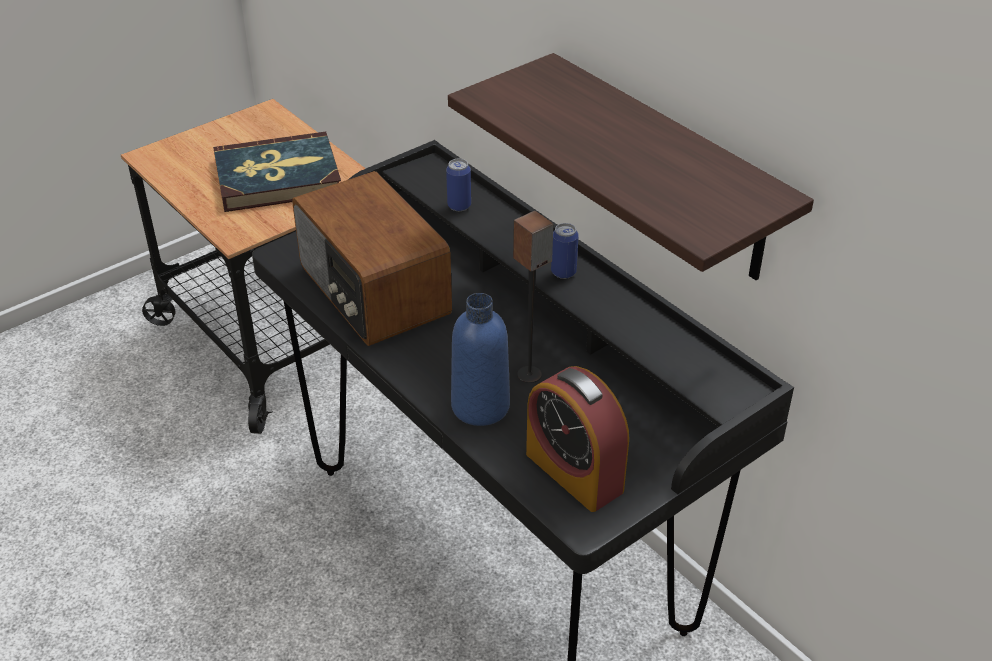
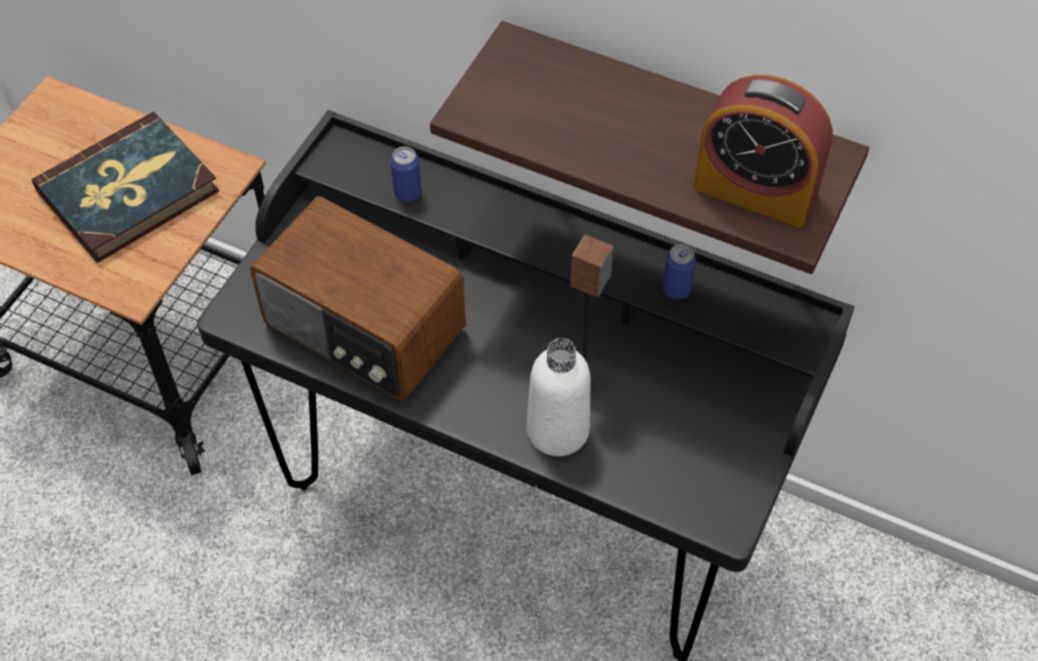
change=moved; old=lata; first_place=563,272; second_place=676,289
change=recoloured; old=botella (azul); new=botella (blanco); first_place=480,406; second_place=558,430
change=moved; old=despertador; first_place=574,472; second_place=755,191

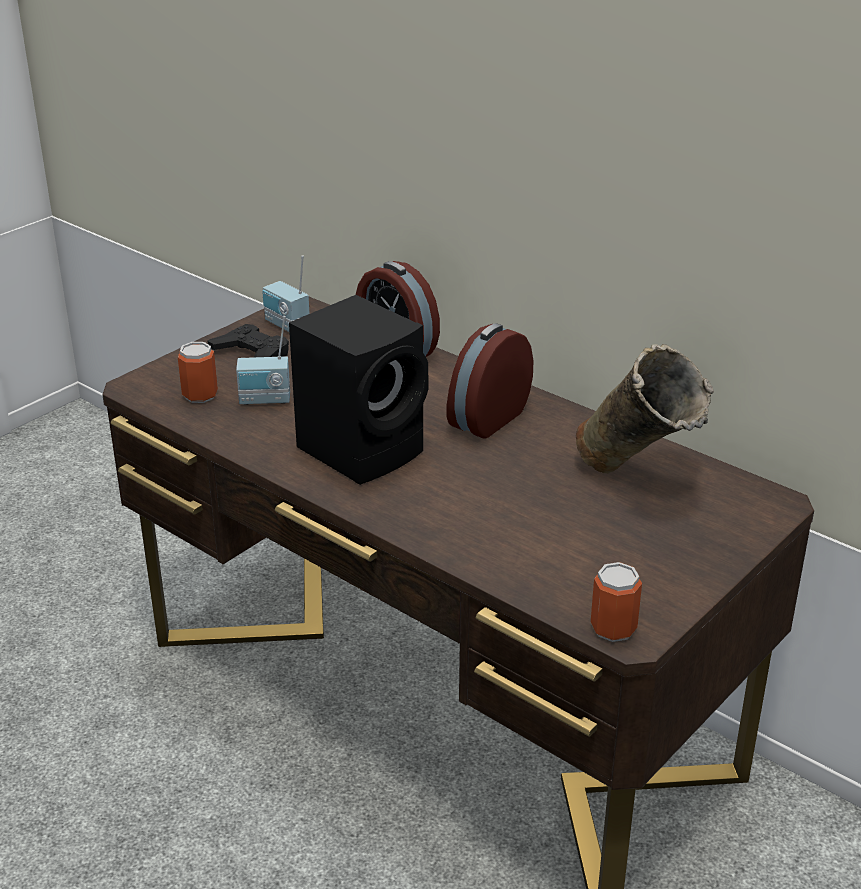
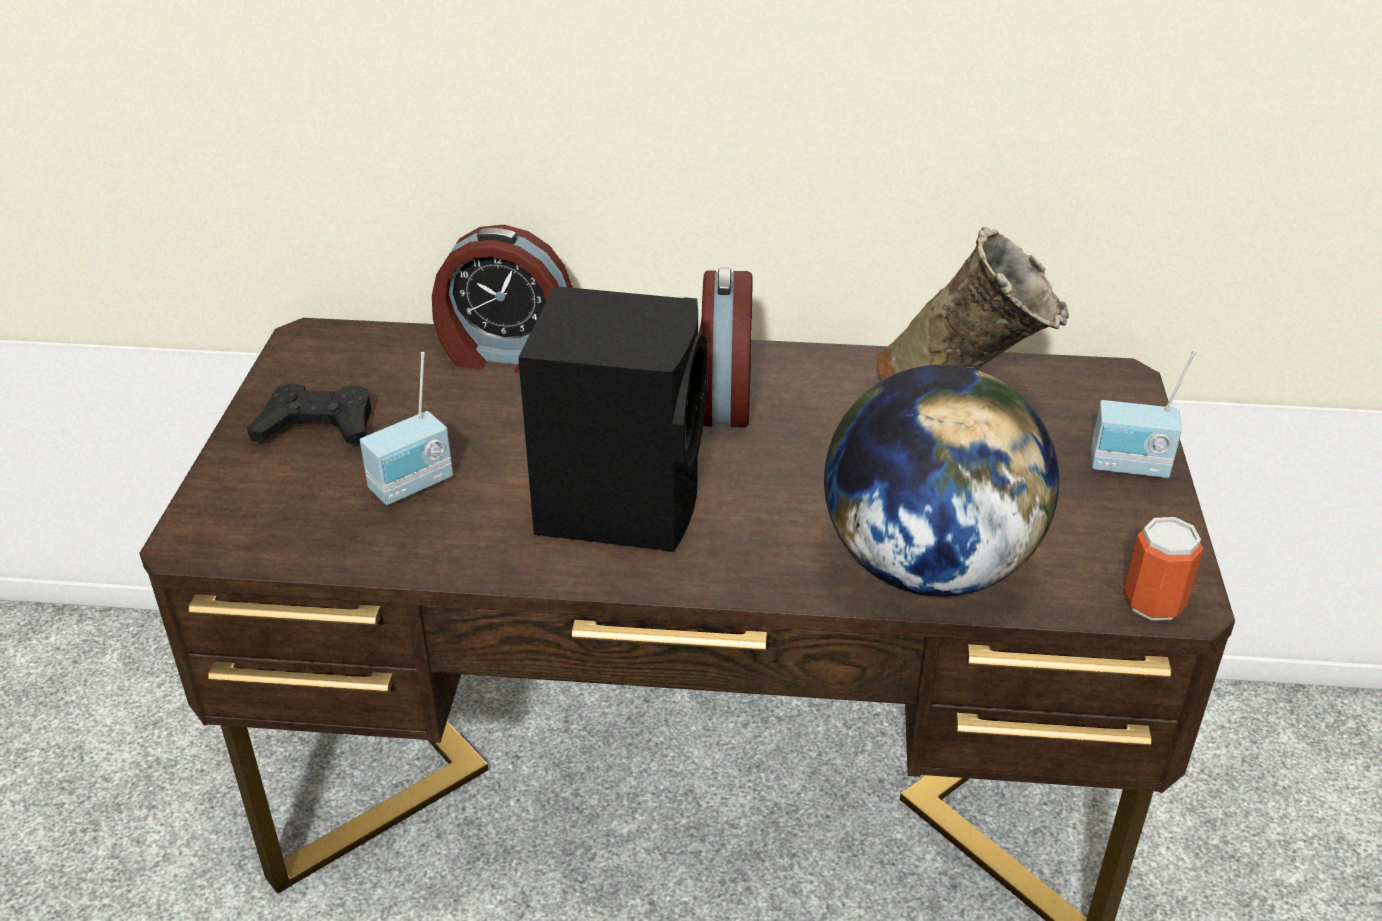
change=moved; old=radio; first_place=286,326; second_place=1129,468
change=removed; old=lata; first_place=200,395
change=added; new=globo terráqueo; second_place=927,566

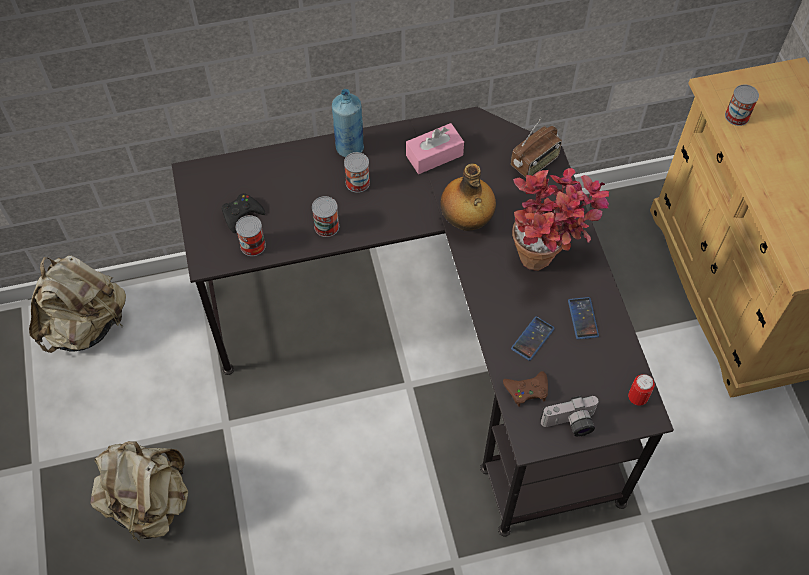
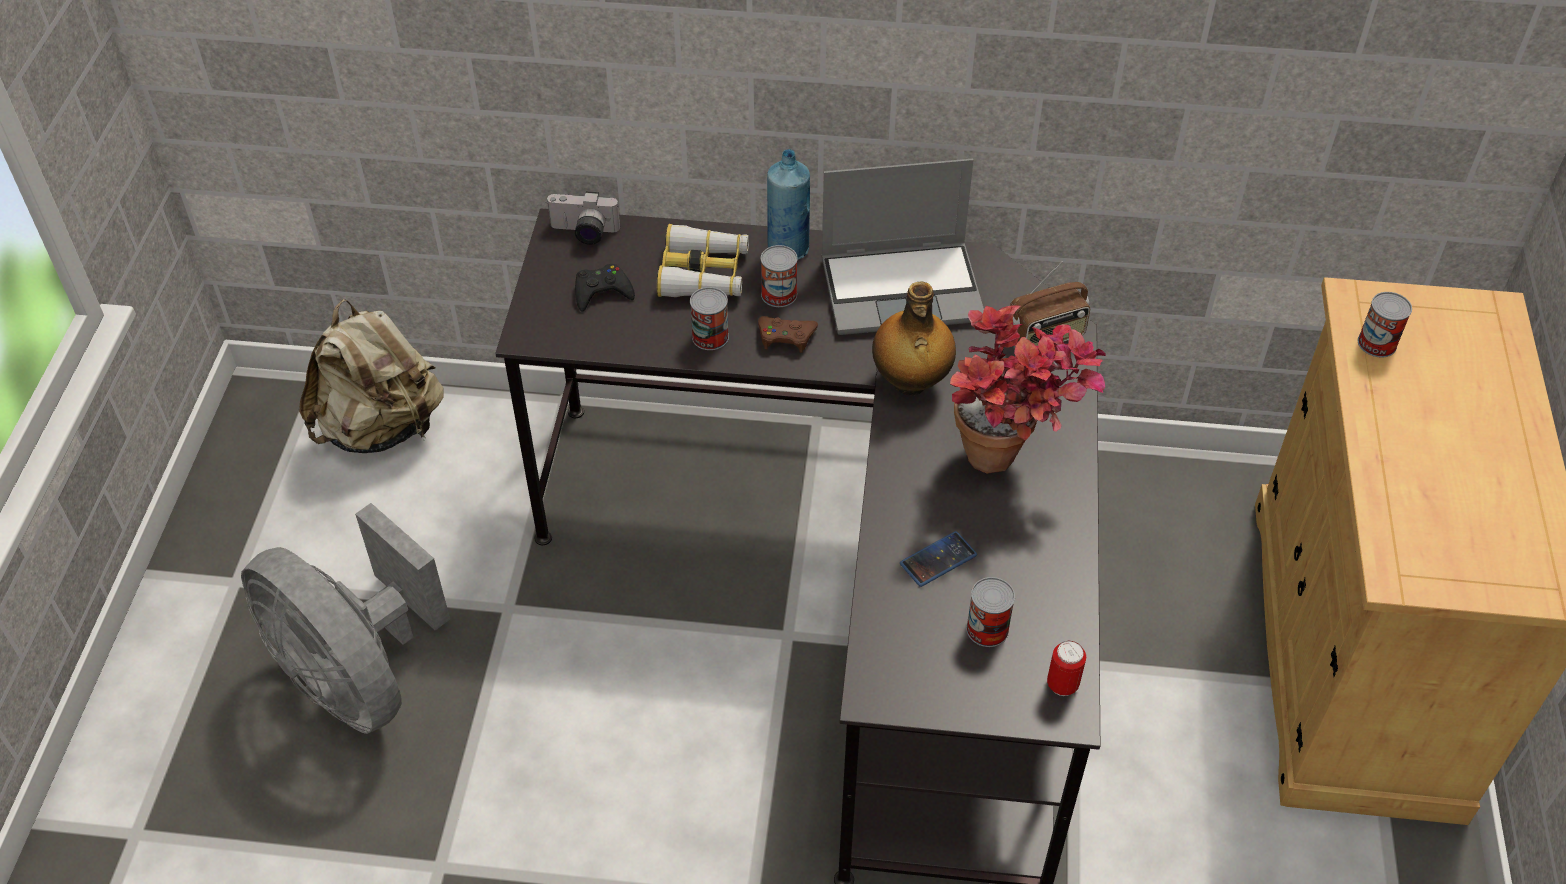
change=replaced; old=caja de pañuelos (rosa); new=portátil; first_place=434,155; second_place=903,289
change=moved; old=lata; first_place=253,245; second_place=987,629
change=removed; old=móvil; first_place=583,318
change=moved; old=mando de consola (marrón); first_place=527,390; second_place=786,337
change=moved; old=cámara; first_place=570,424; second_place=583,233
change=replaced; old=mochila (beis); new=ventilador (gris); first_place=149,502; second_place=359,676
change=added; new=prismáticos; second_place=704,273

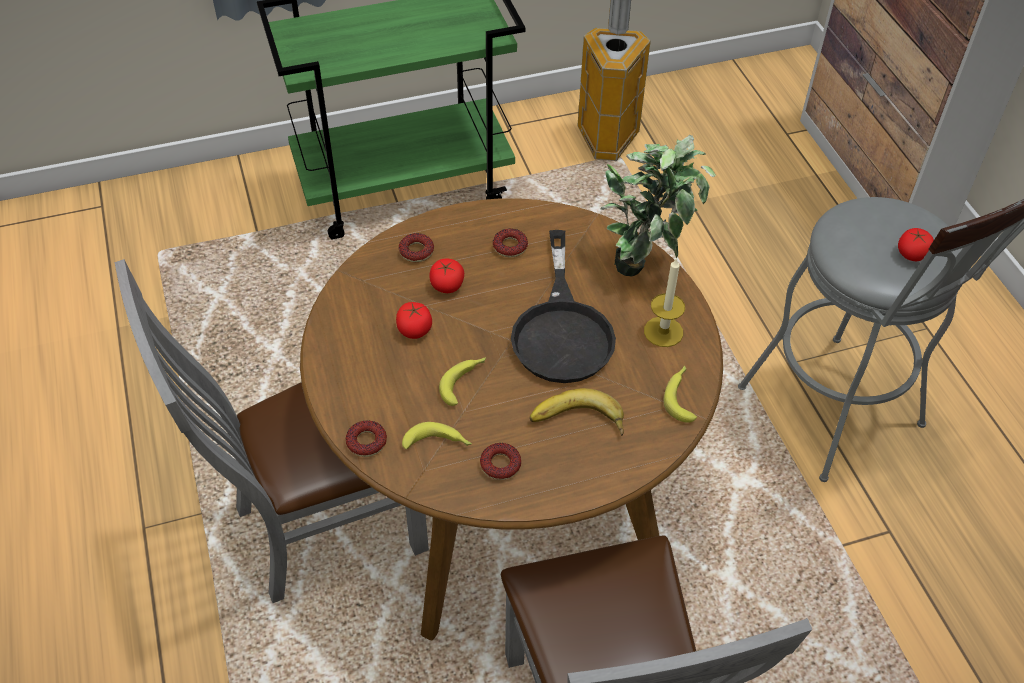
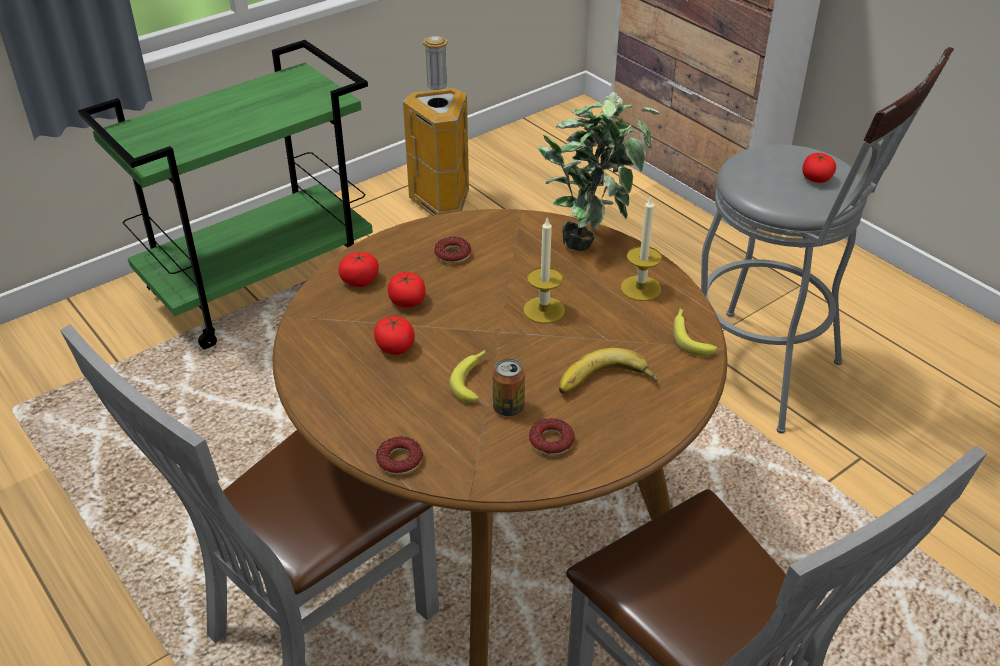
change=replaced; old=sartén (negro); new=vela; first_place=562,329; second_place=544,310
change=replaced; old=rosquilla; new=tomate; first_place=416,251; second_place=360,280
change=removed; old=plátano; first_place=438,443
change=added; new=lata; second_place=508,408

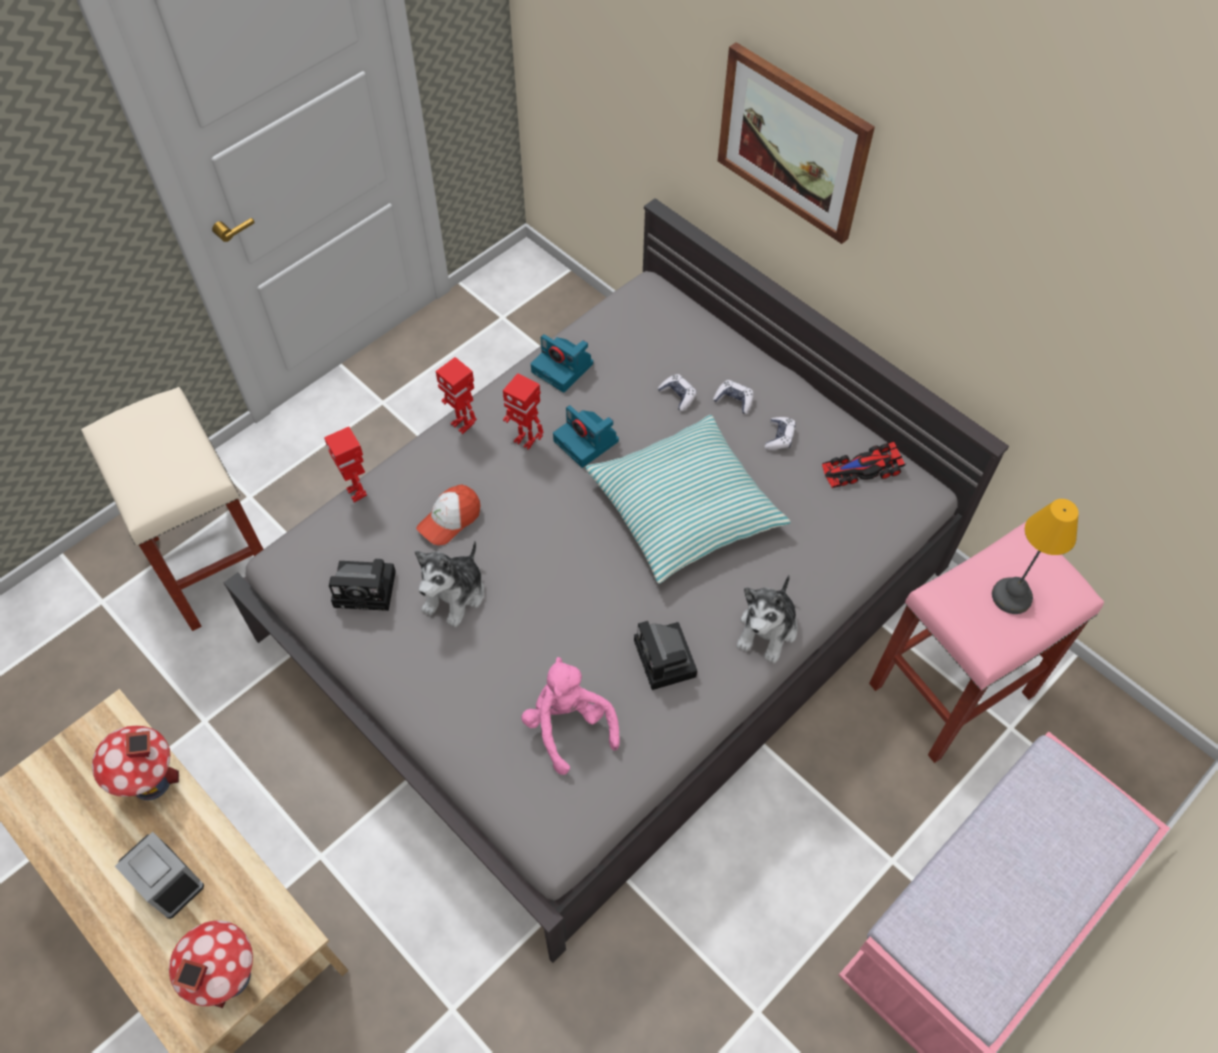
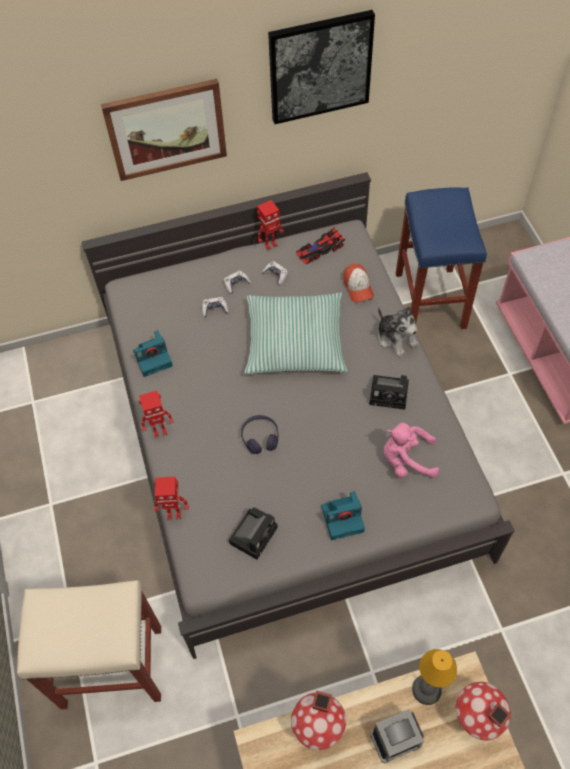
change=moved; old=robot de juguete; first_place=525,440; second_place=270,245
change=moved; old=cámara; first_place=587,441; second_place=343,518
change=turned; old=coche de juguete; first_place=861,469; second_place=320,249; degrees=45
change=moved; old=gorra; first_place=450,520; second_place=358,287
change=moved; old=lámpara de mesa; first_place=1012,595; second_place=426,689
change=recoloured; old=taburete (rosa); new=taburete (azul); first_place=952,688; second_place=429,299
change=removed; old=peluche; first_place=455,595
change=added; new=cuadro; second_place=320,67
change=added; new=auriculares (morado); second_place=260,437

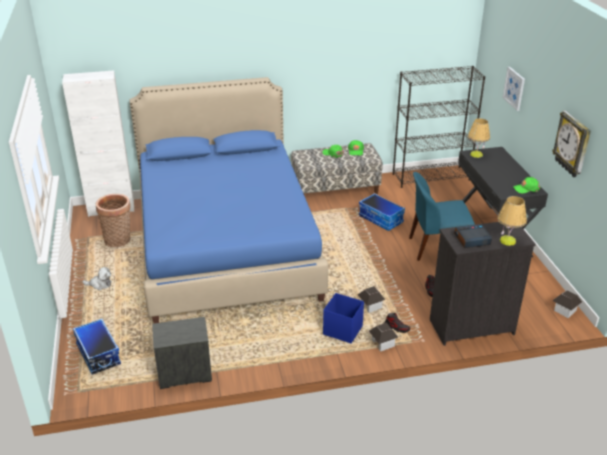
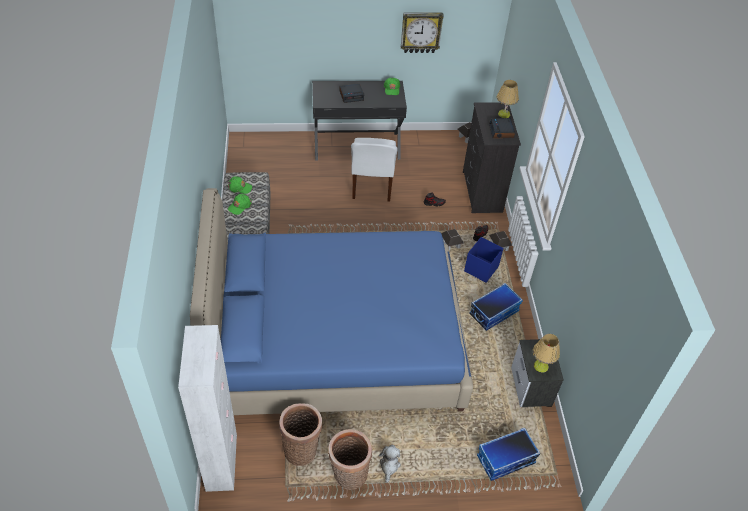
change=removed; old=estantería (negro); first_place=431,177
change=removed; old=cuadro; first_place=514,88
change=moved; old=lámpara de mesa; first_place=476,154; second_place=541,366
change=recoloured; old=silla (azul); new=silla (blanco); first_place=436,247; second_place=372,185
change=moved; old=caja de almacenaje; first_place=381,219; second_place=493,312
change=added; new=despertador; second_place=351,95
change=added; new=cesta; second_place=349,476

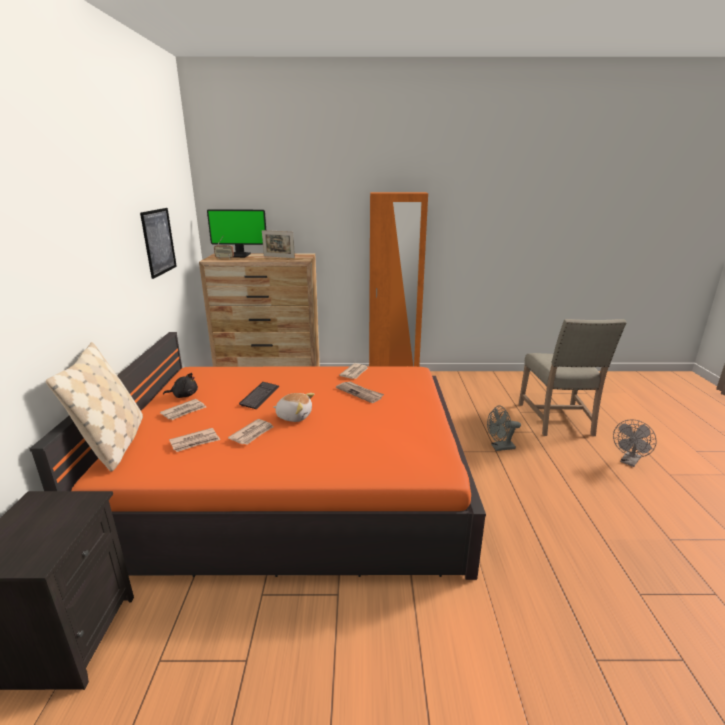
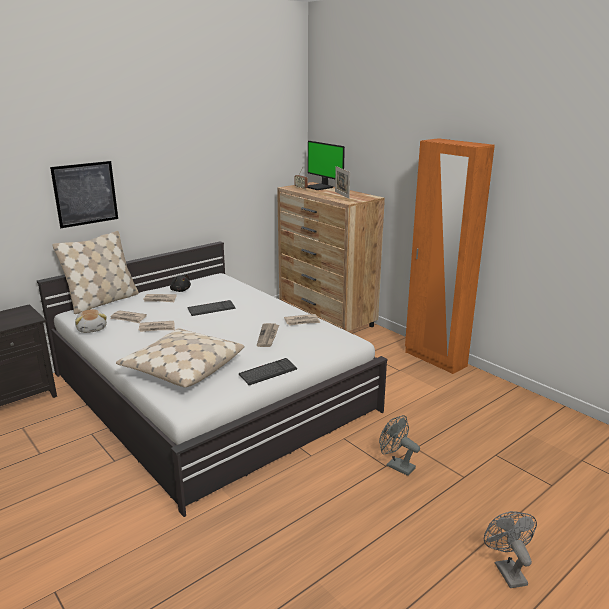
change=moved; old=cuadro; first_place=159,242; second_place=85,194
change=removed; old=silla (beis); first_place=558,420
change=recoloured; old=cama (naranja); new=cama (blanco); first_place=294,482; second_place=209,391
change=moved; old=peluche; first_place=294,416; second_place=92,329
change=turned; old=ventilador (gris); first_place=629,462; second_place=507,570; degrees=75
change=added; new=cojín (beis); second_place=182,368
change=added; new=teclado; second_place=268,373

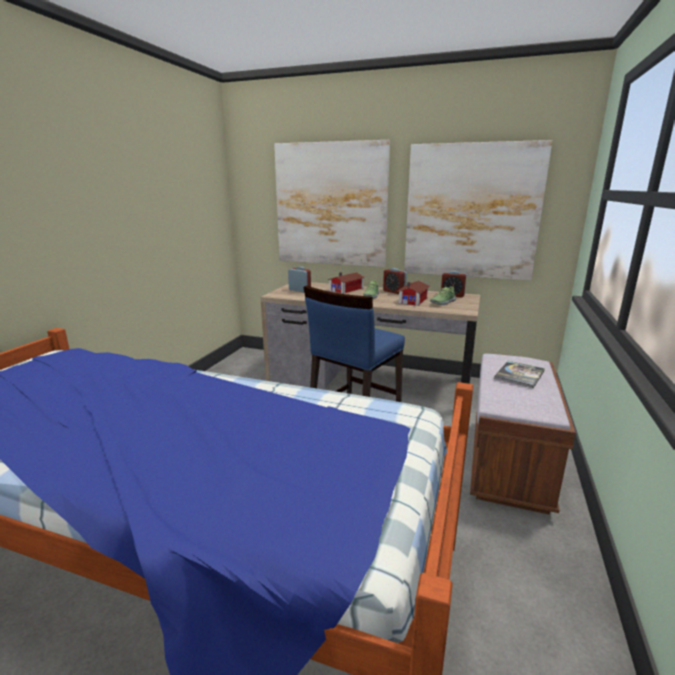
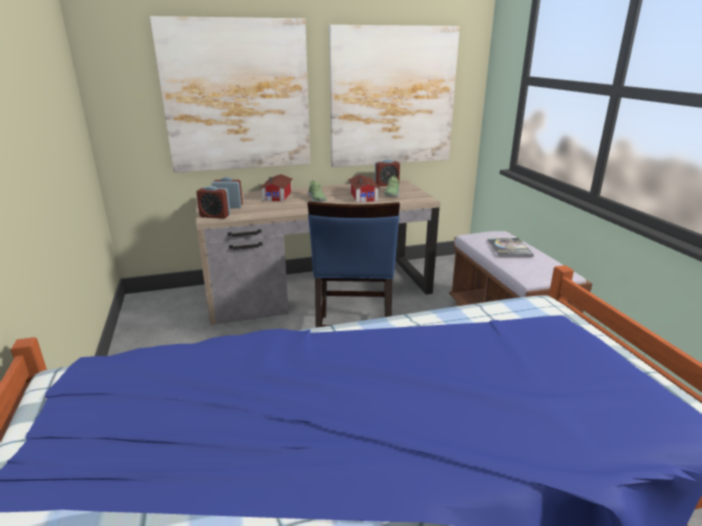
change=moved; old=despertador; first_place=394,292; second_place=215,216

